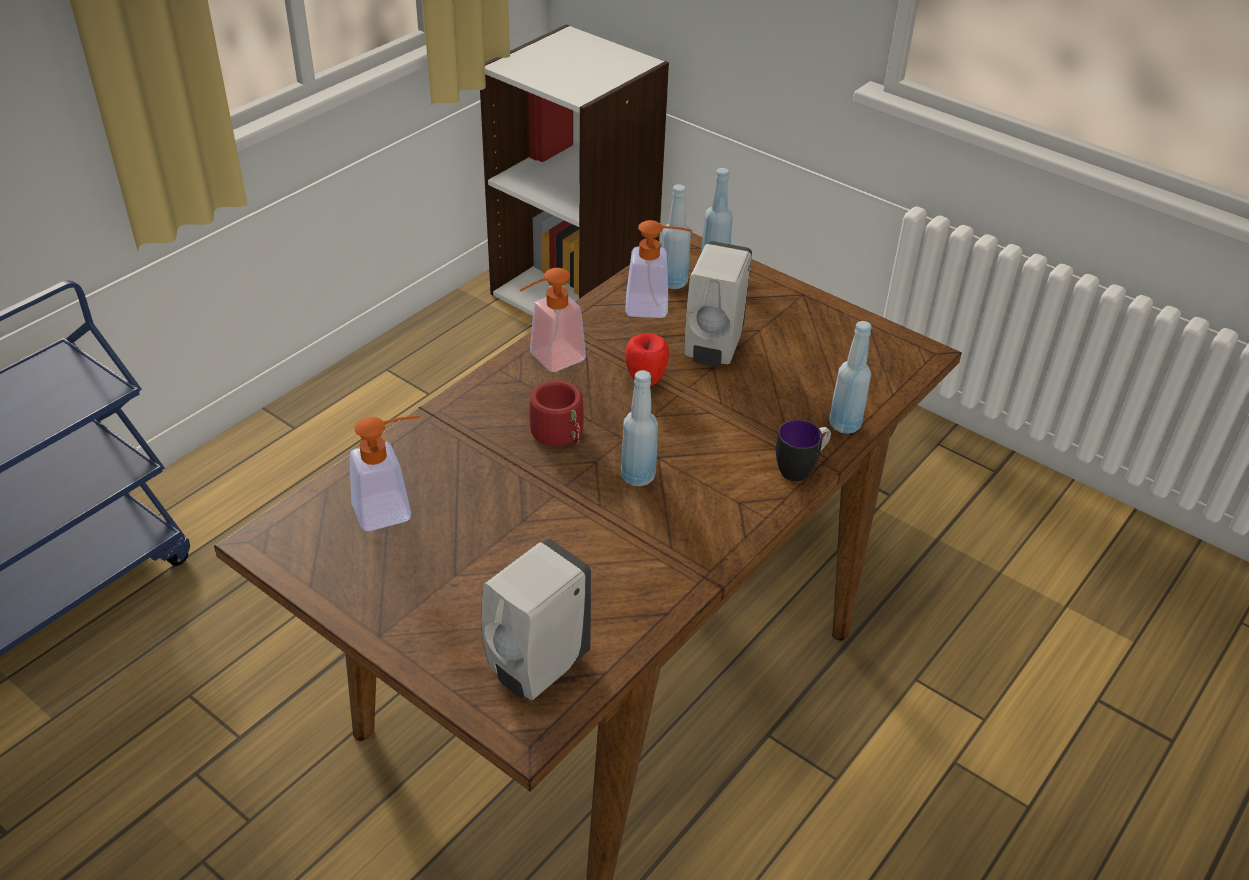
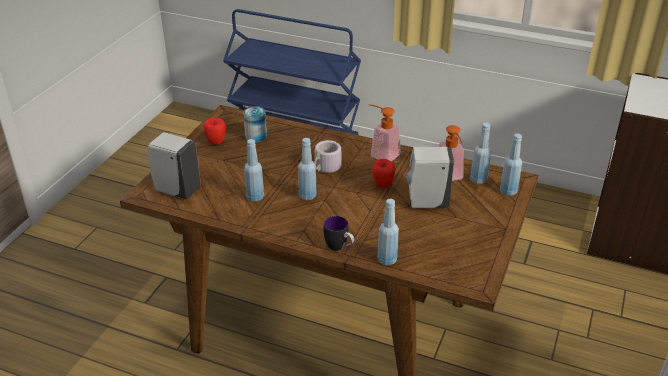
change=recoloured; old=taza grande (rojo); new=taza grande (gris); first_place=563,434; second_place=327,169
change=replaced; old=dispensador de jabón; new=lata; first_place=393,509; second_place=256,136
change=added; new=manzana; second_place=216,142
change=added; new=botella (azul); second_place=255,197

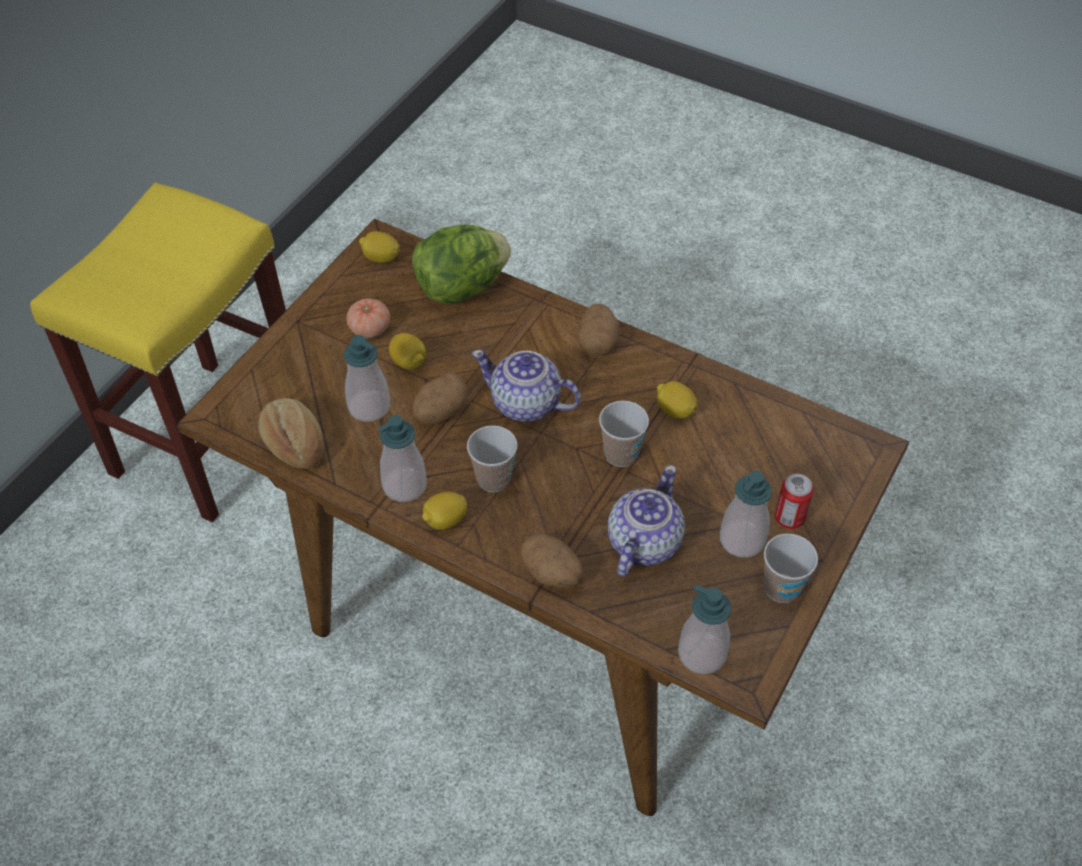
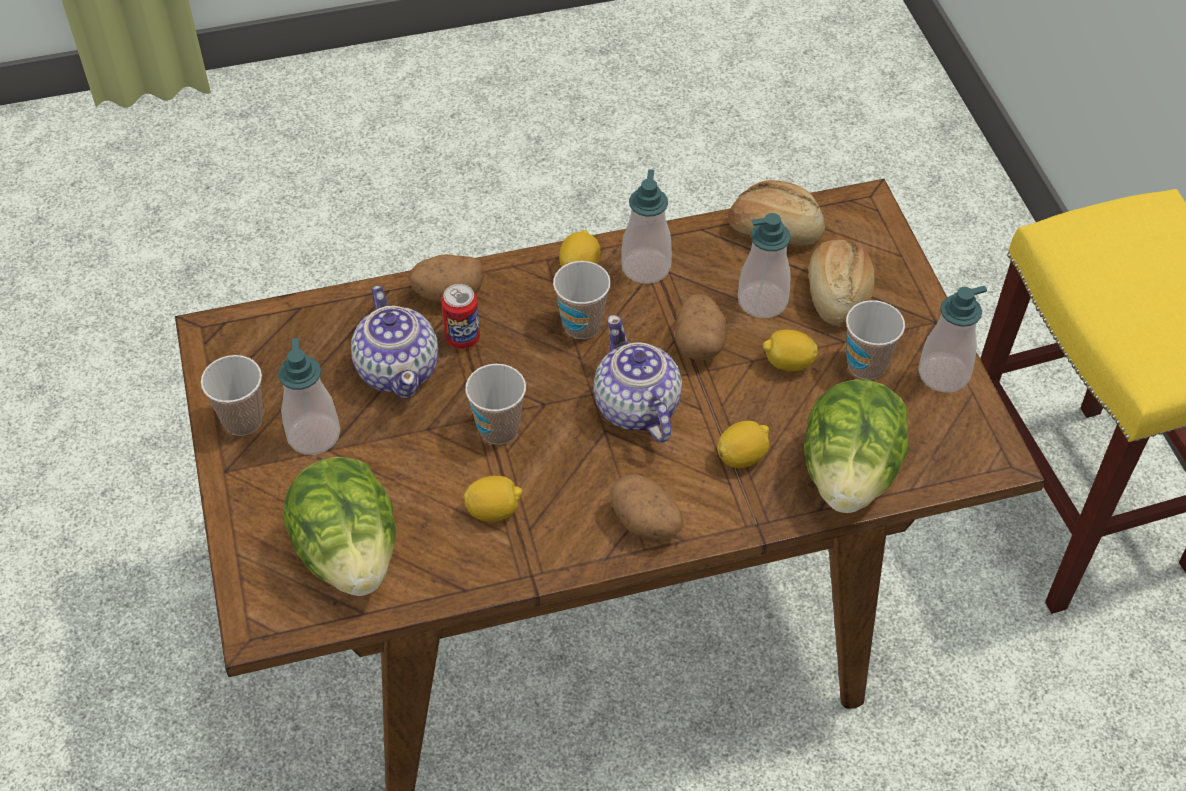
change=moved; old=limón; first_place=381,258; second_place=742,456
change=replaced; old=tomate; new=taza; first_place=370,328; second_place=866,365
change=turned; old=tetera; first_place=526,404; second_place=636,408; degrees=-90
change=moved; old=lata; first_place=789,518; second_place=462,338
change=moved; old=dispensador de jabón; first_place=702,653; second_place=943,374
change=added; new=pan; second_place=838,294
change=added; new=lechuga; second_place=349,553

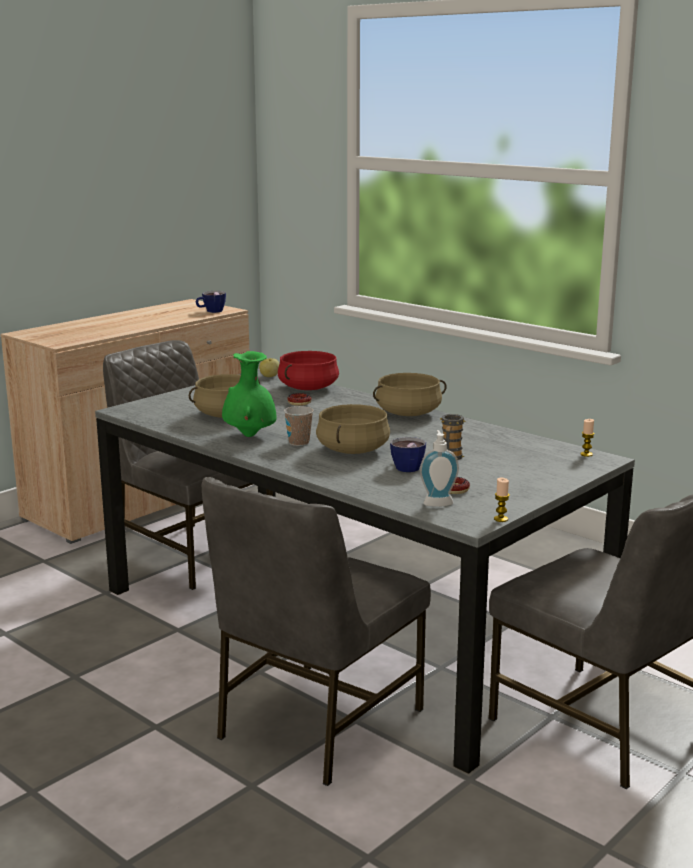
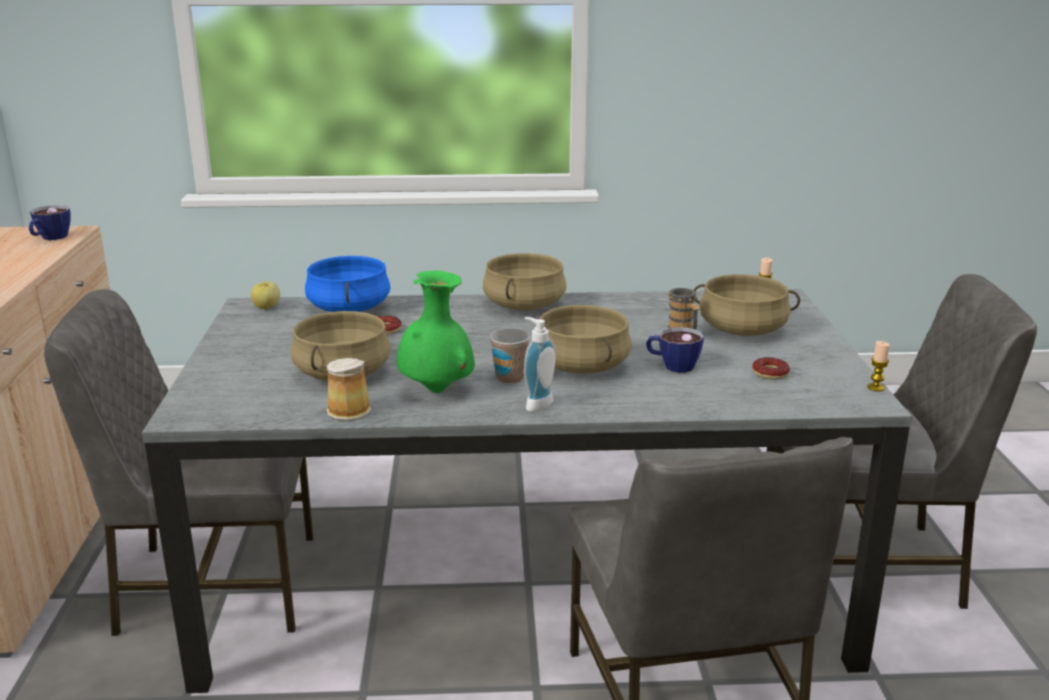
change=recoloured; old=olla (rojo); new=olla (azul); first_place=308,388; second_place=350,308
change=moved; old=dispensador de jabón; first_place=437,502; second_place=536,403
change=added; new=olla (beis); second_place=743,330
change=added; new=taza grande; second_place=349,410

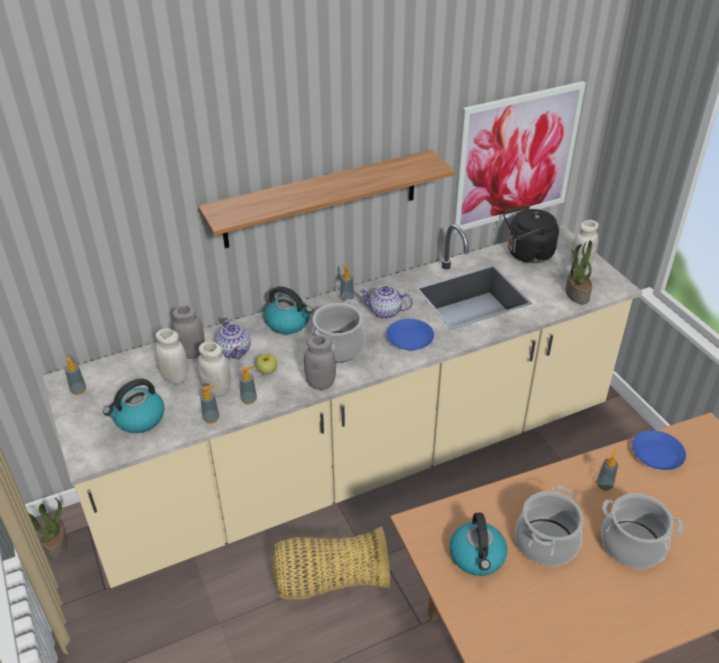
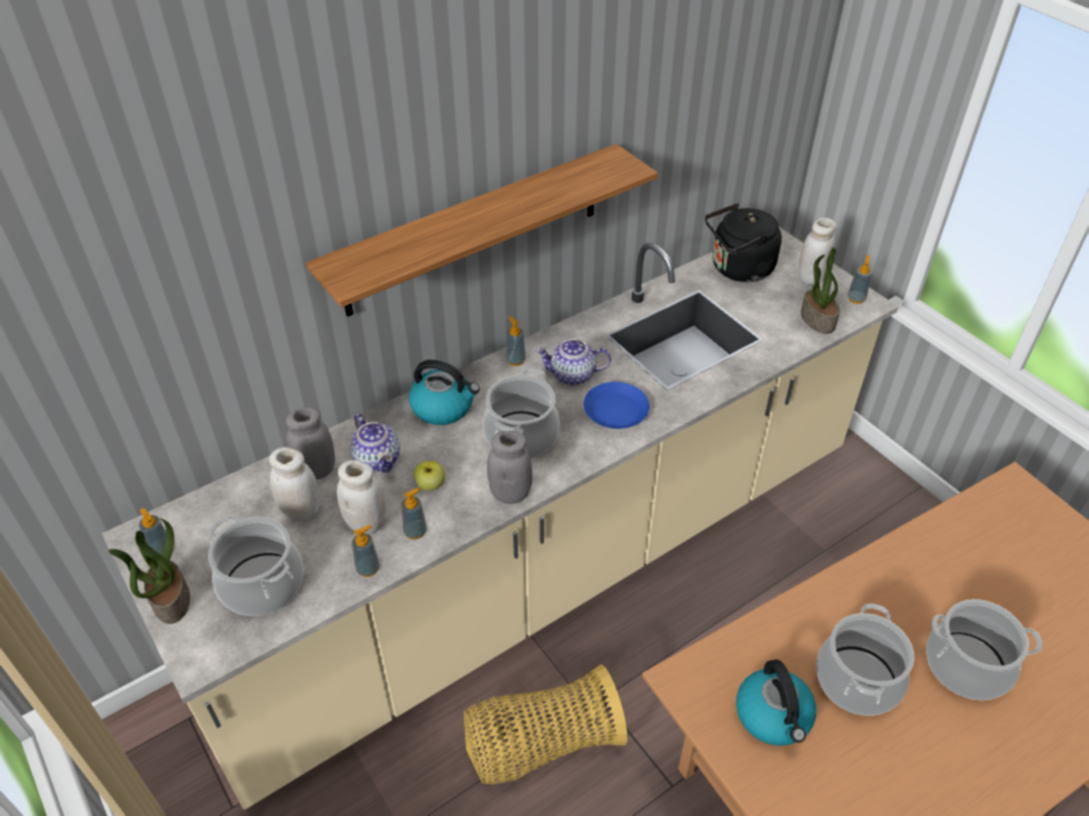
change=removed; old=cuadro; first_place=516,157
change=replaced; old=hervidor; new=olla; first_place=139,419; second_place=262,584
change=removed; old=plato (azul); first_place=657,454
change=moved; old=dispensador de jabón; first_place=604,485; second_place=856,299
change=moved; old=planta en maceta; first_place=56,544; second_place=170,599

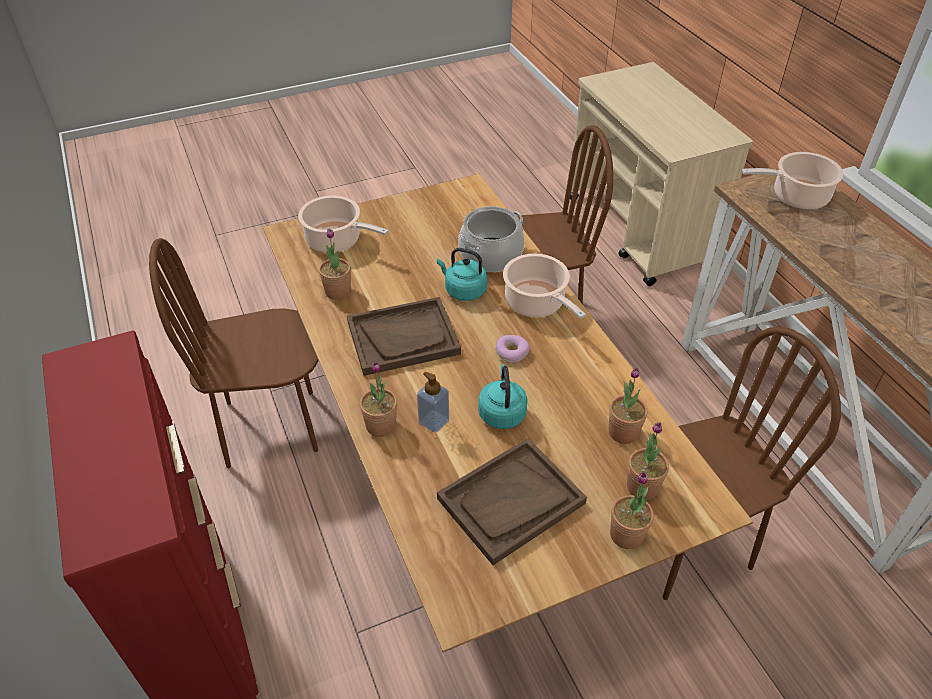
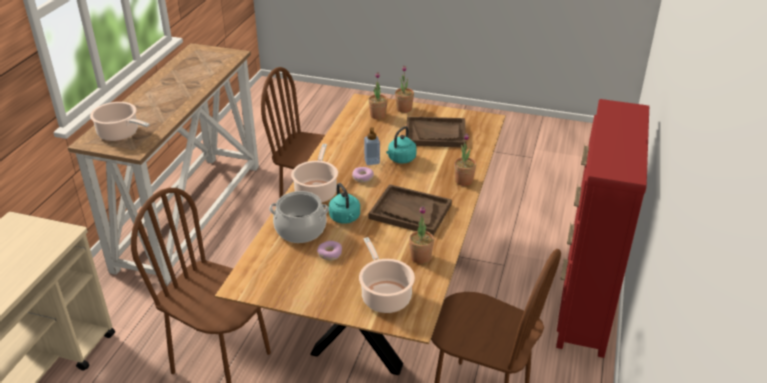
change=removed; old=planta en maceta; first_place=623,432
change=moved; old=dispensador de jabón; first_place=434,421; second_place=372,161
change=added; new=rosquilla; second_place=329,254

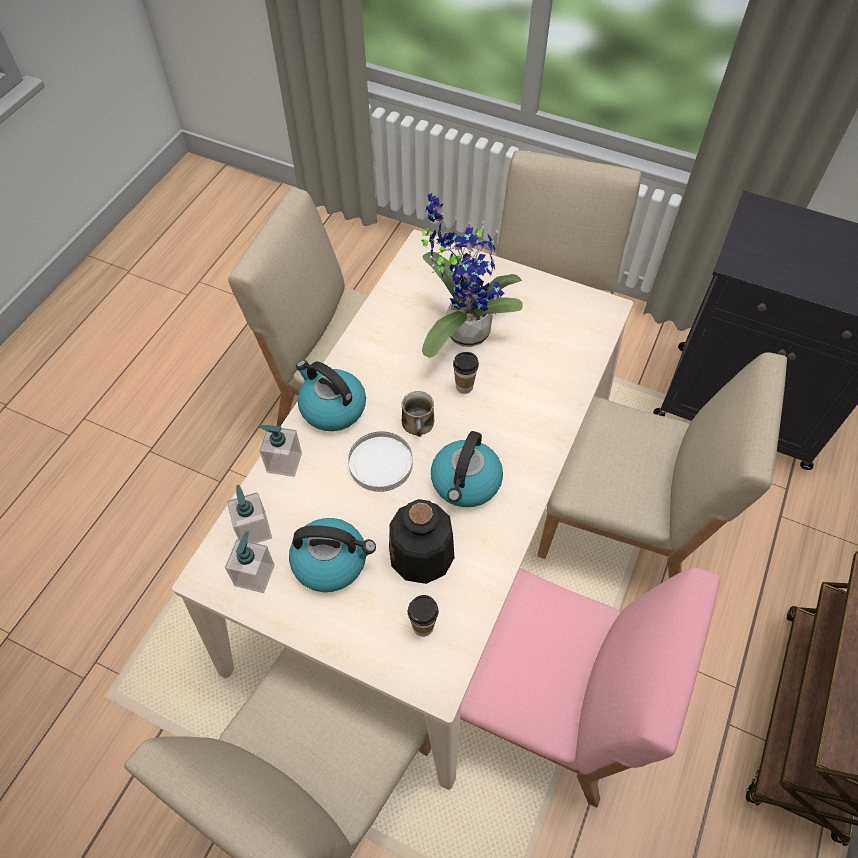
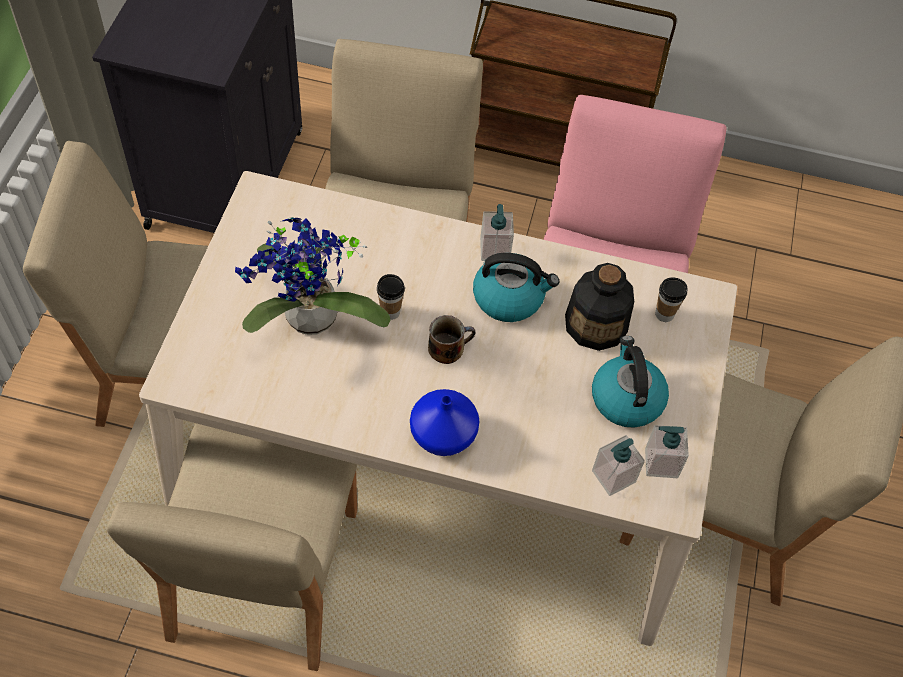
change=replaced; old=hervidor; new=florero (azul); first_place=332,408; second_place=444,434
change=moved; old=dispensador de jabón; first_place=284,462; second_place=495,250
change=removed; old=plato (blanco); first_place=381,463

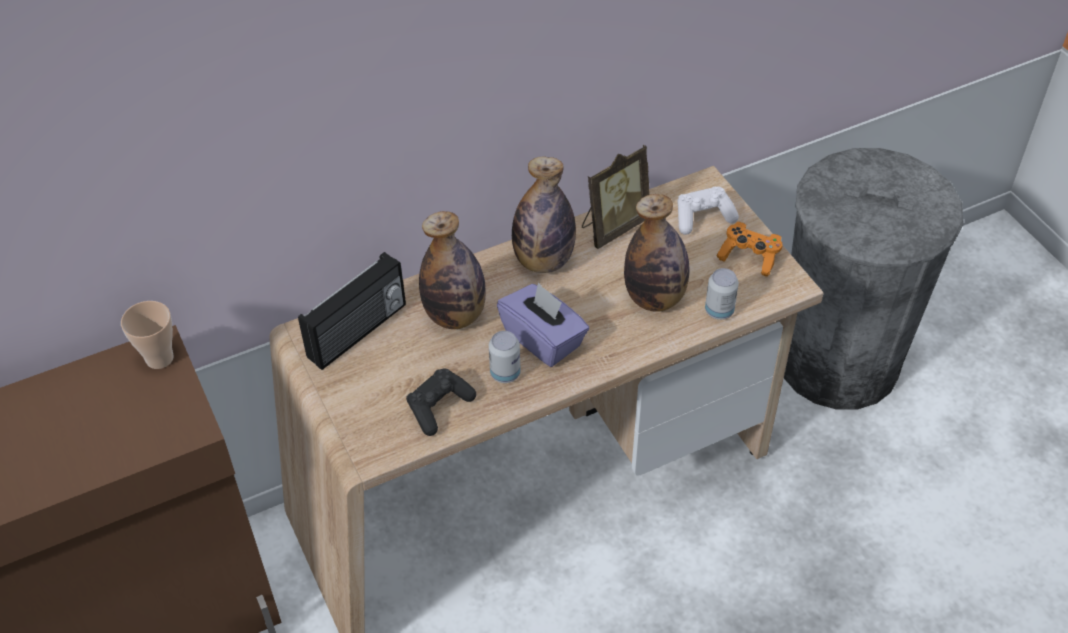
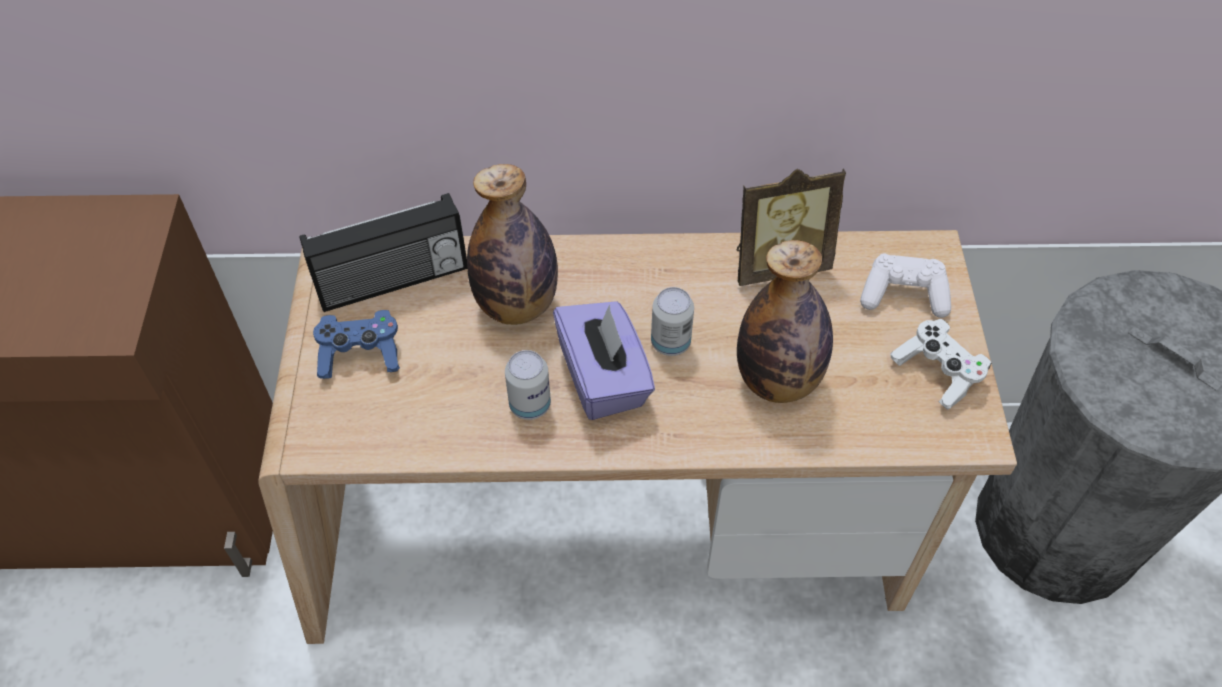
change=removed; old=botella; first_place=543,261
change=recoloured; old=mando de consola (naranja); new=mando de consola (blanco); first_place=749,256; second_place=938,372
change=moved; old=lata; first_place=719,311; second_place=670,342
change=removed; old=taza; first_place=159,358
change=removed; old=mando de consola (negro); first_place=439,407
change=added; new=mando de consola (azul); second_place=360,354

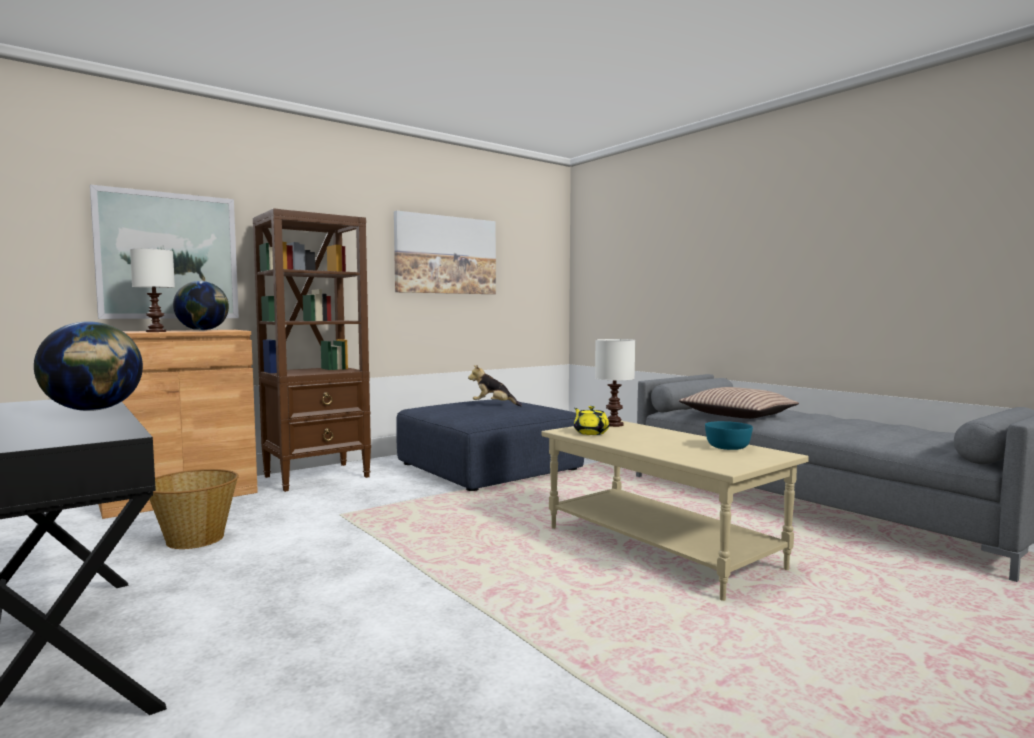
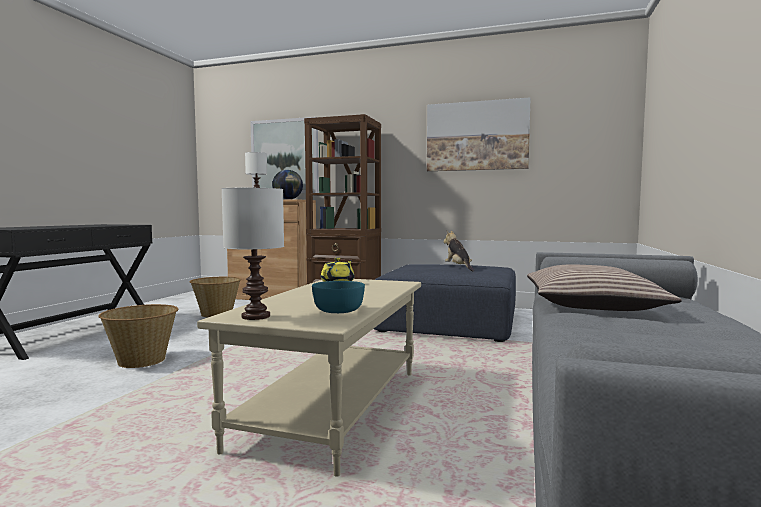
change=removed; old=globo terráqueo; first_place=93,410
change=moved; old=lámpara de mesa (blanco); first_place=614,424; second_place=257,316
change=added; new=cesta; second_place=142,360

